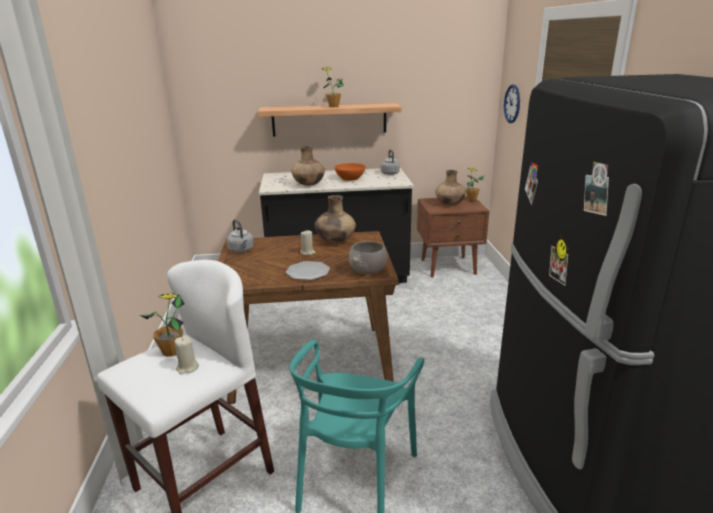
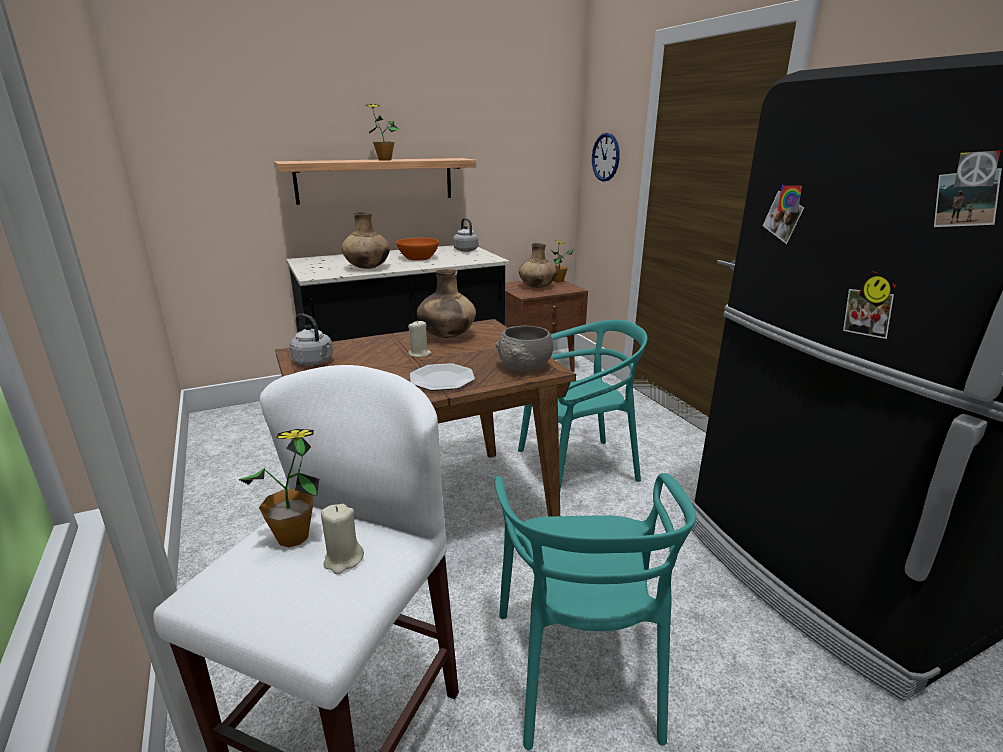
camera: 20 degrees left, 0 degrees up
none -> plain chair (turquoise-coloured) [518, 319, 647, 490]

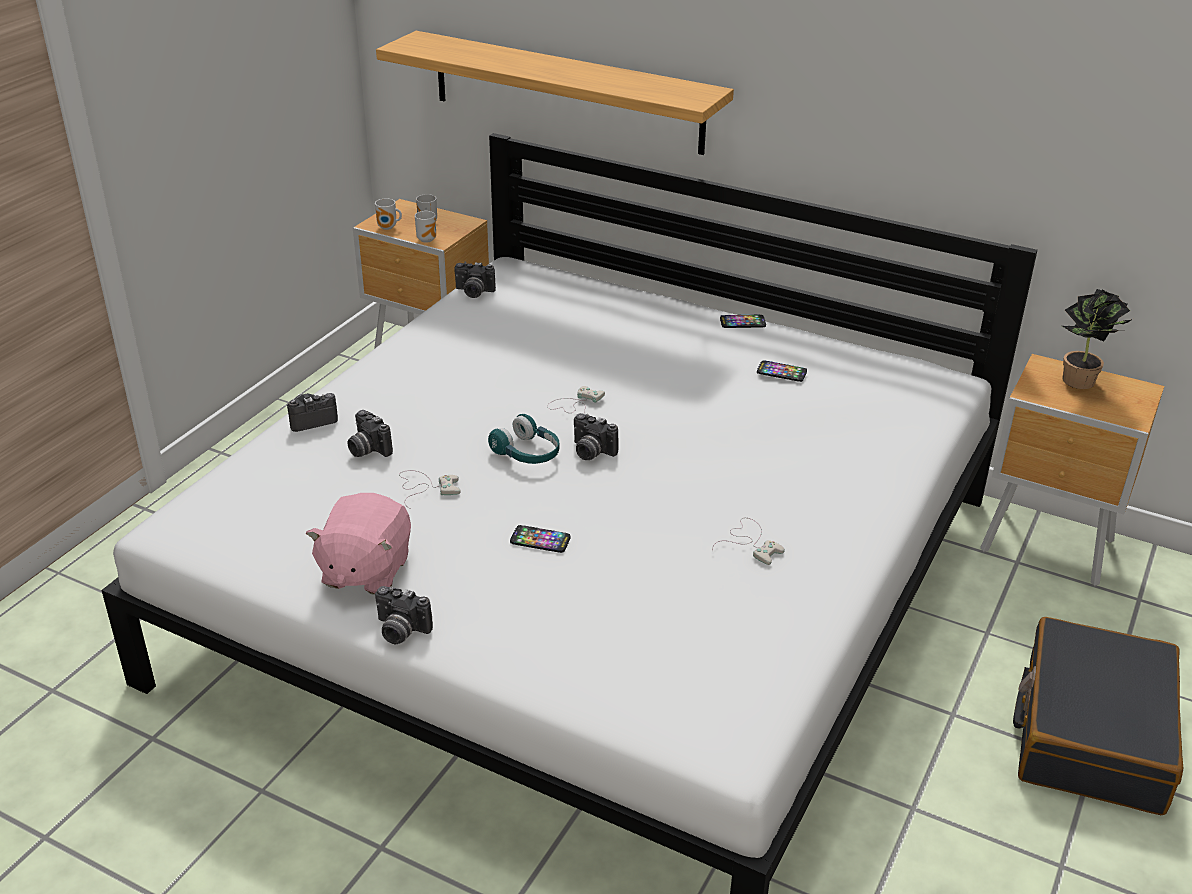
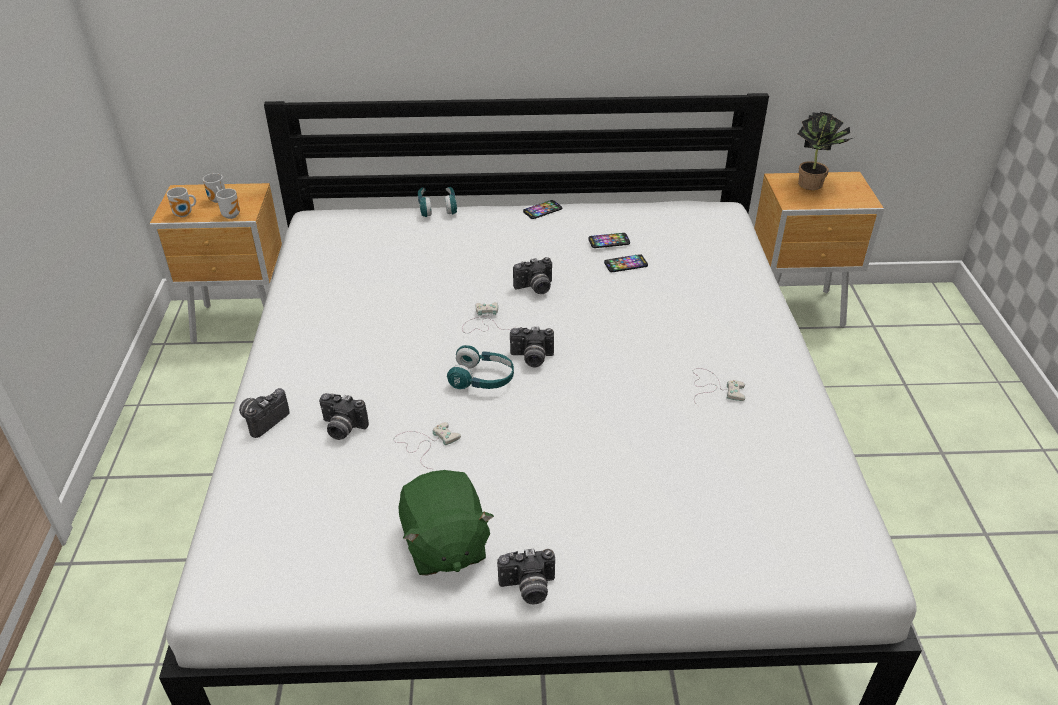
camera: 30 degrees left, 5 degrees up
soft toy (pinkish) [306, 493, 411, 595] -> soft toy (green-coloured) [398, 470, 494, 576]
none -> pair of headphones (turquoise-coloured) [418, 187, 457, 217]
still camera [454, 262, 496, 298] -> still camera [513, 257, 552, 294], relocated
phone [510, 525, 570, 553] -> phone [604, 254, 648, 272], relocated
wall shelf [376, 31, 734, 155] -> none
piece of luggage (black-coloured) [1013, 617, 1183, 815] -> none

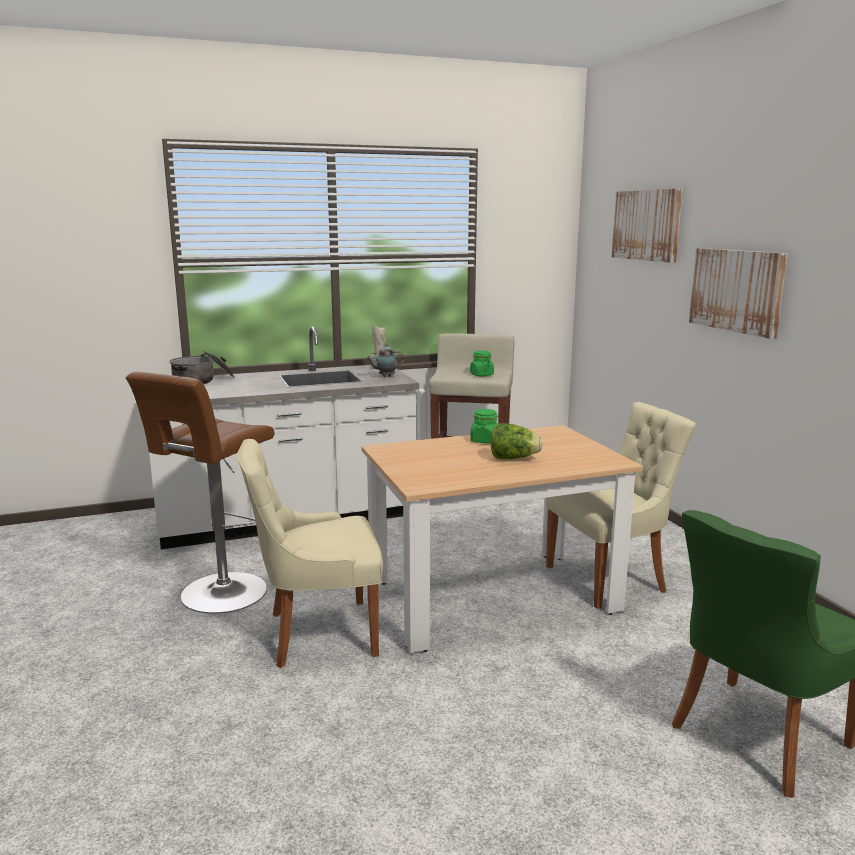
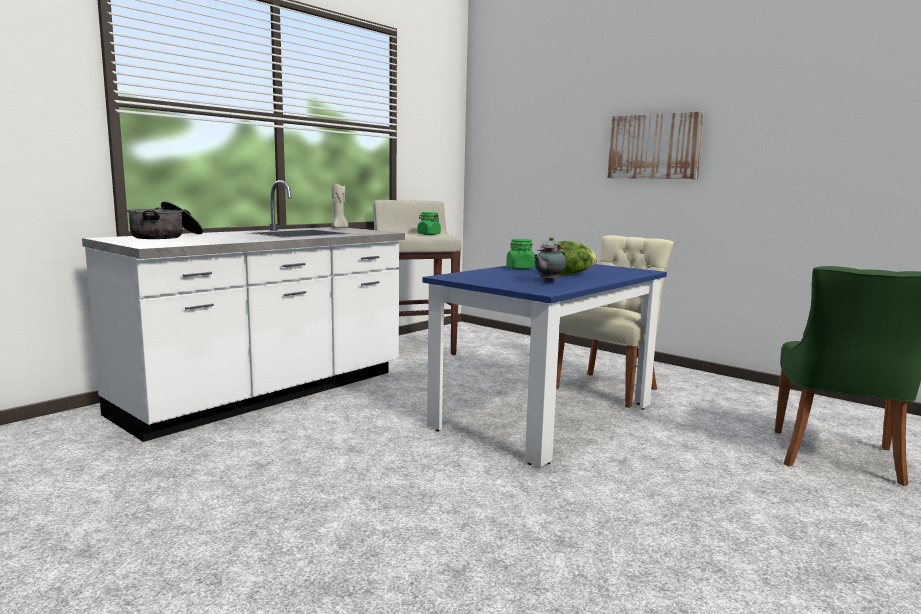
camera: 30 degrees left, 5 degrees down
dining table (beige-coloured) [361, 425, 643, 653] -> dining table (blue-coloured) [422, 264, 667, 467]
teapot [367, 344, 405, 377] -> teapot [533, 237, 566, 282], relocated
stool (brownish) [126, 372, 275, 614] -> none
plain chair (beige-coloured) [237, 439, 383, 668] -> none
picture [612, 189, 683, 263] -> none

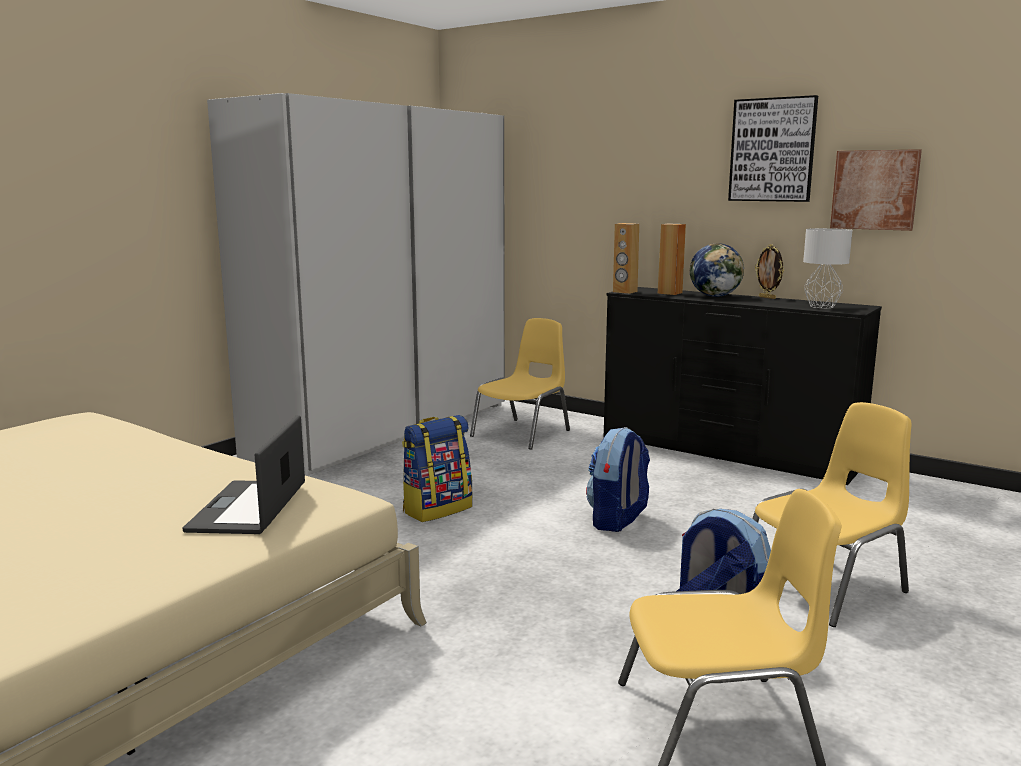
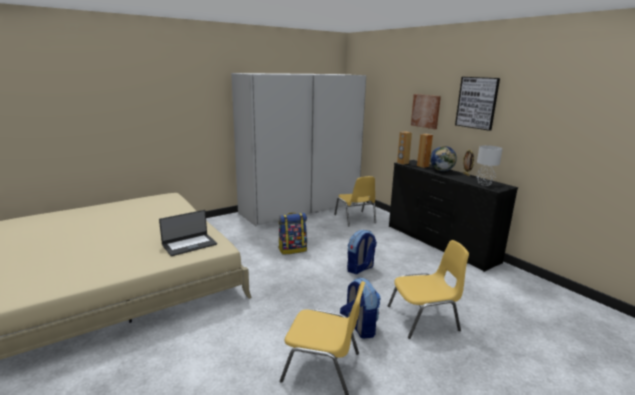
camera: 20 degrees right, 5 degrees up
laptop [182, 415, 305, 534] -> laptop [159, 210, 217, 256], 150 degrees counterclockwise
plain chair (yellow) [470, 318, 570, 450] -> plain chair (yellow) [334, 176, 376, 227], 105 degrees clockwise
picture [830, 149, 922, 231] -> picture [411, 94, 441, 129], relocated

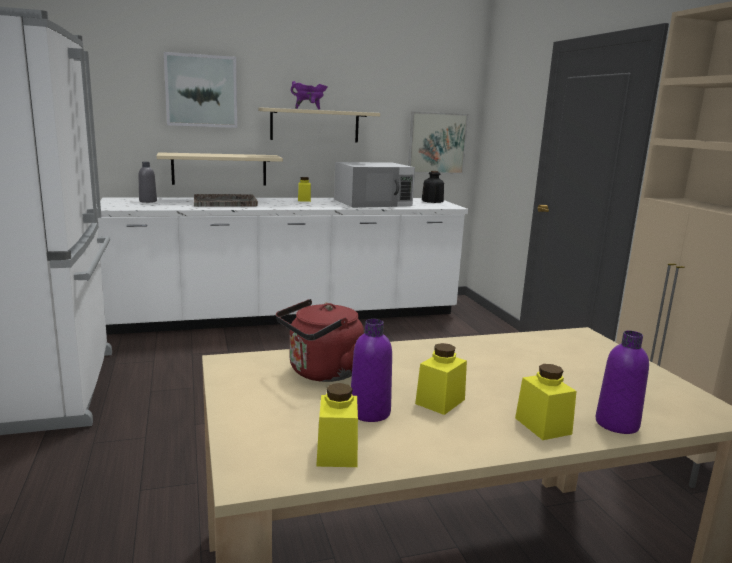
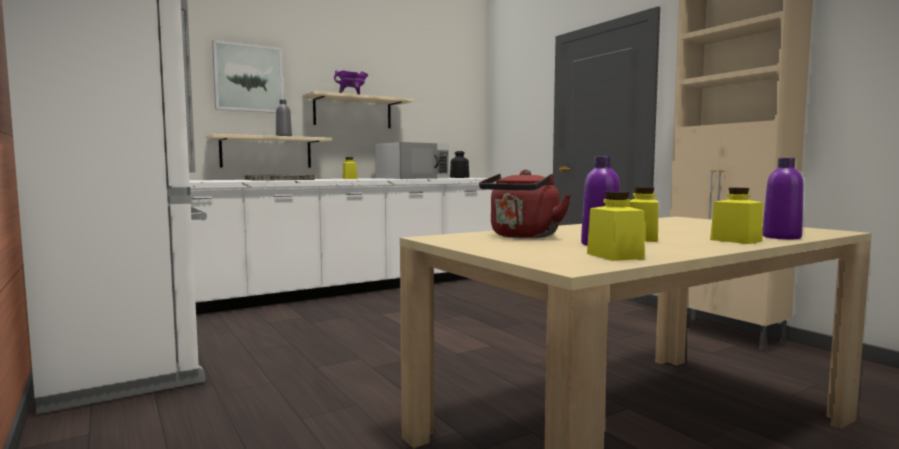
camera: 15 degrees left, 10 degrees down
beverage bottle (gray) [138, 162, 157, 203] -> beverage bottle (gray) [276, 99, 292, 136], relocated
picture [408, 111, 468, 174] -> none

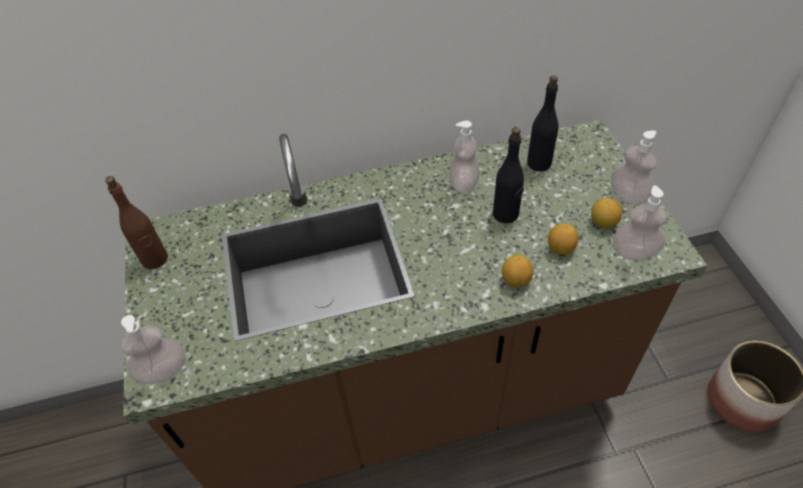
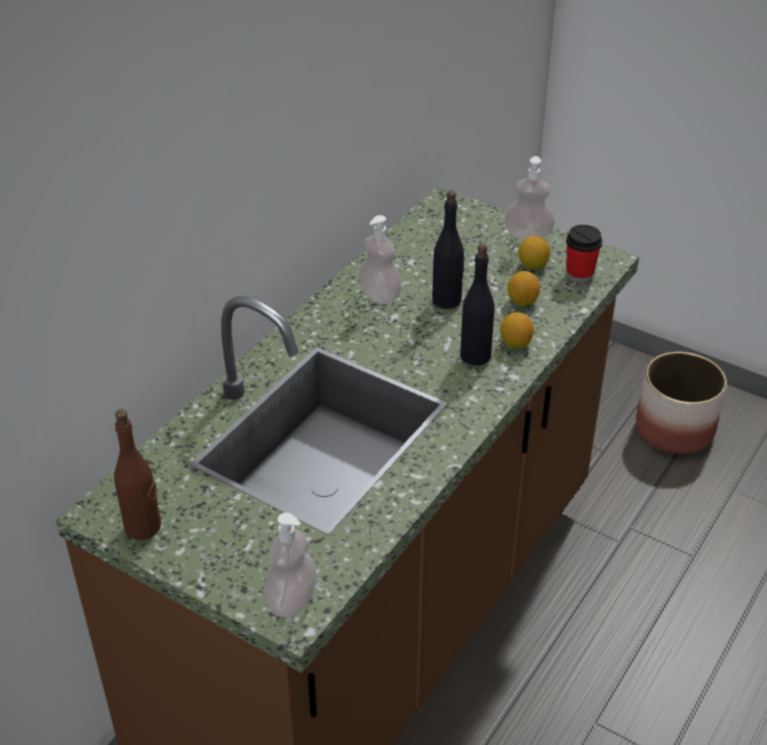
camera: 45 degrees left, 10 degrees down
beverage bottle (black-coloured) [527, 75, 559, 171] -> beverage bottle (black-coloured) [460, 244, 494, 366], relocated
soap dispenser [613, 185, 667, 261] -> cup [566, 225, 602, 283]

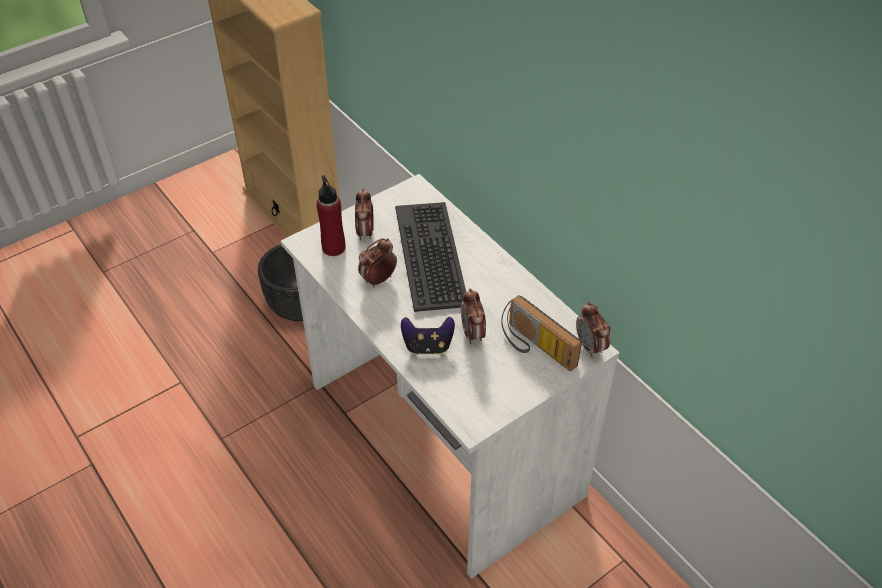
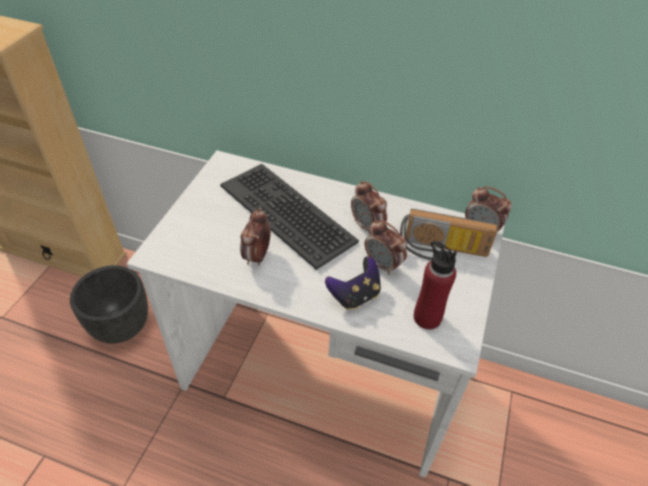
camera: 35 degrees left, 0 degrees up
bedside clock [355, 189, 374, 241] -> bedside clock [351, 181, 387, 235], relocated
beverage bottle (red-coloured) [316, 175, 345, 256] -> beverage bottle (red-coloured) [414, 241, 457, 330], relocated

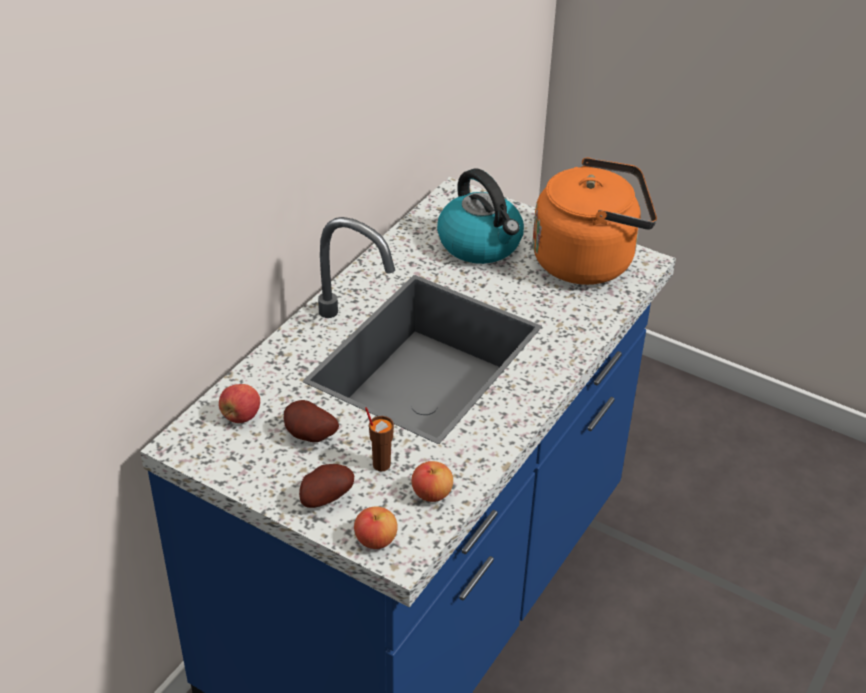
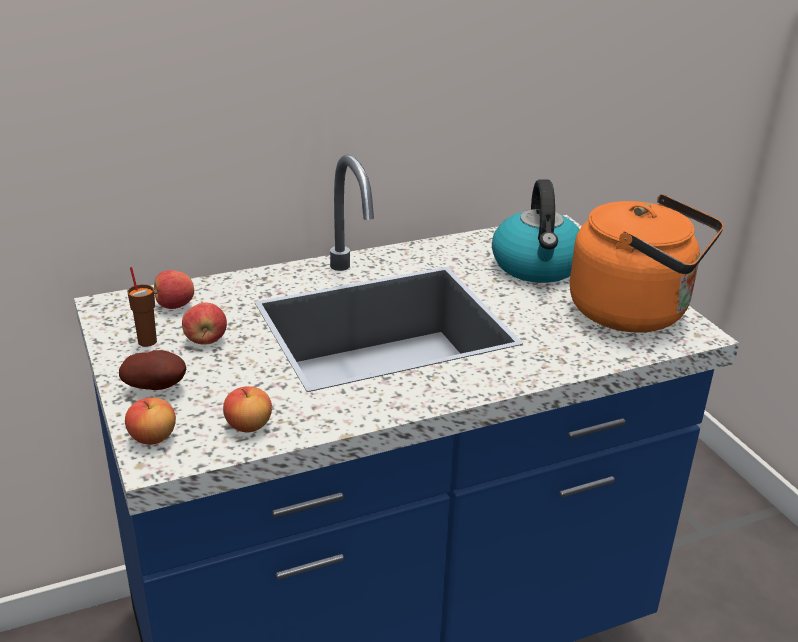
camera: 35 degrees right, 10 degrees down
cup (brownish) [365, 407, 394, 471] -> cup (brownish) [127, 267, 157, 347], relocated
whole potato [284, 400, 339, 442] -> whole apple [182, 303, 227, 345]

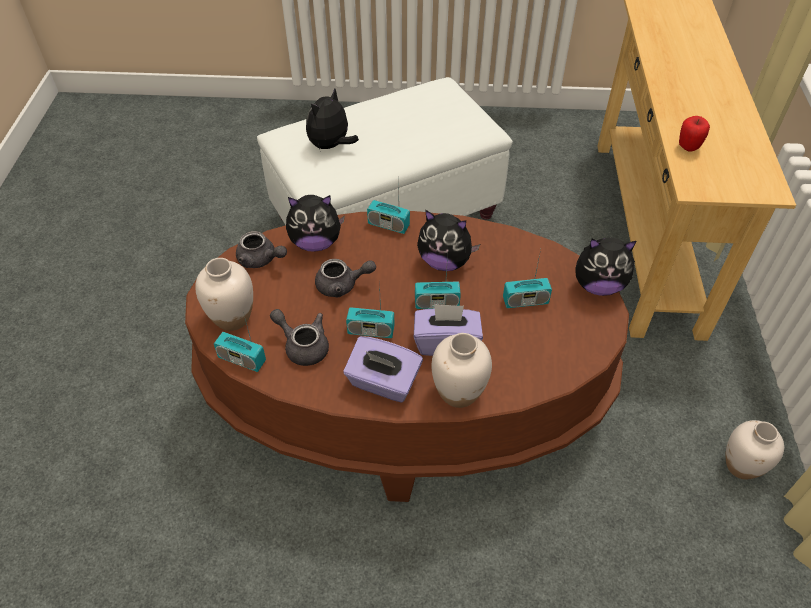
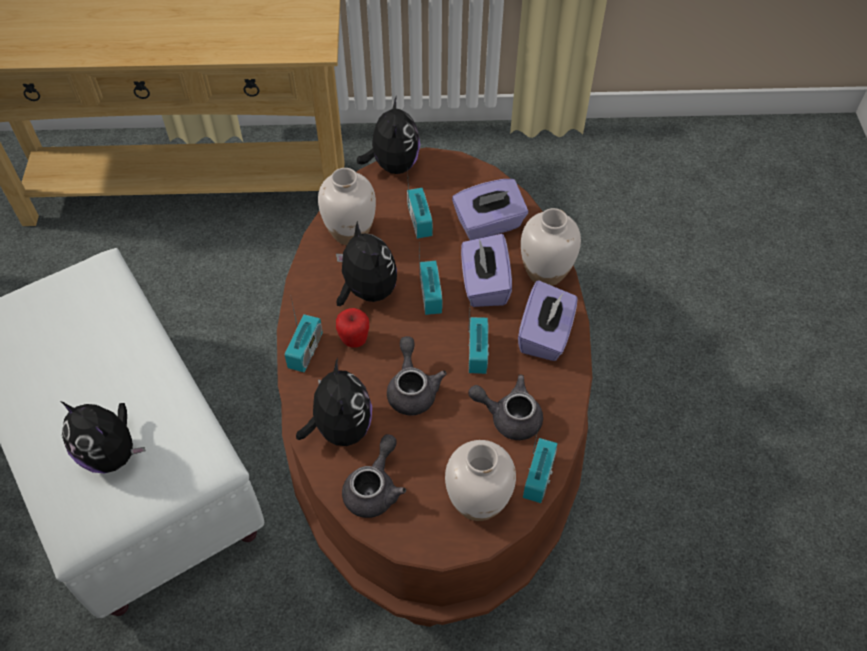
camera: 95 degrees left, 5 degrees up
flower vase (white-coloured) [725, 420, 784, 480] -> flower vase (white-coloured) [318, 168, 376, 245], relocated
soft toy [417, 210, 480, 271] -> soft toy [336, 221, 397, 306], 45 degrees counterclockwise
whole apple [679, 116, 710, 152] -> whole apple [336, 308, 369, 348], relocated
none -> tissue box (purple-coloured) [452, 179, 528, 240]
teapot (gray) [270, 309, 329, 366] -> teapot (gray) [468, 375, 543, 440], 75 degrees clockwise

